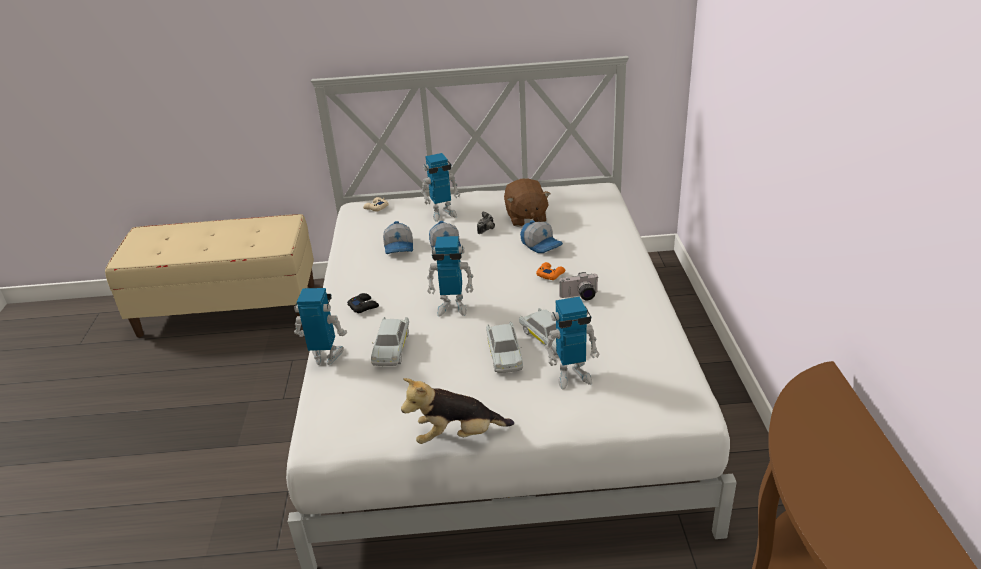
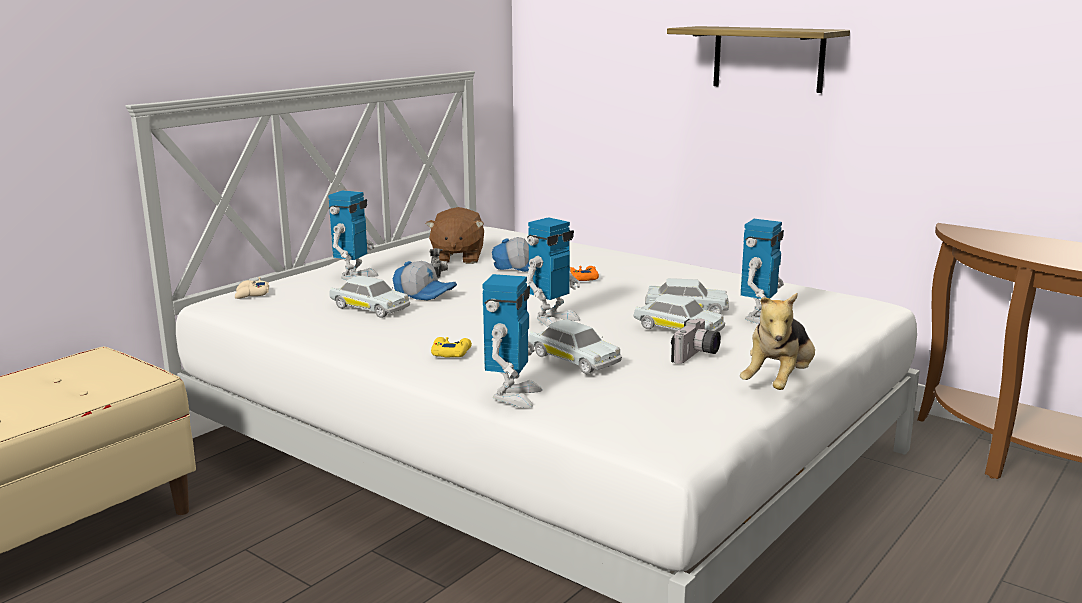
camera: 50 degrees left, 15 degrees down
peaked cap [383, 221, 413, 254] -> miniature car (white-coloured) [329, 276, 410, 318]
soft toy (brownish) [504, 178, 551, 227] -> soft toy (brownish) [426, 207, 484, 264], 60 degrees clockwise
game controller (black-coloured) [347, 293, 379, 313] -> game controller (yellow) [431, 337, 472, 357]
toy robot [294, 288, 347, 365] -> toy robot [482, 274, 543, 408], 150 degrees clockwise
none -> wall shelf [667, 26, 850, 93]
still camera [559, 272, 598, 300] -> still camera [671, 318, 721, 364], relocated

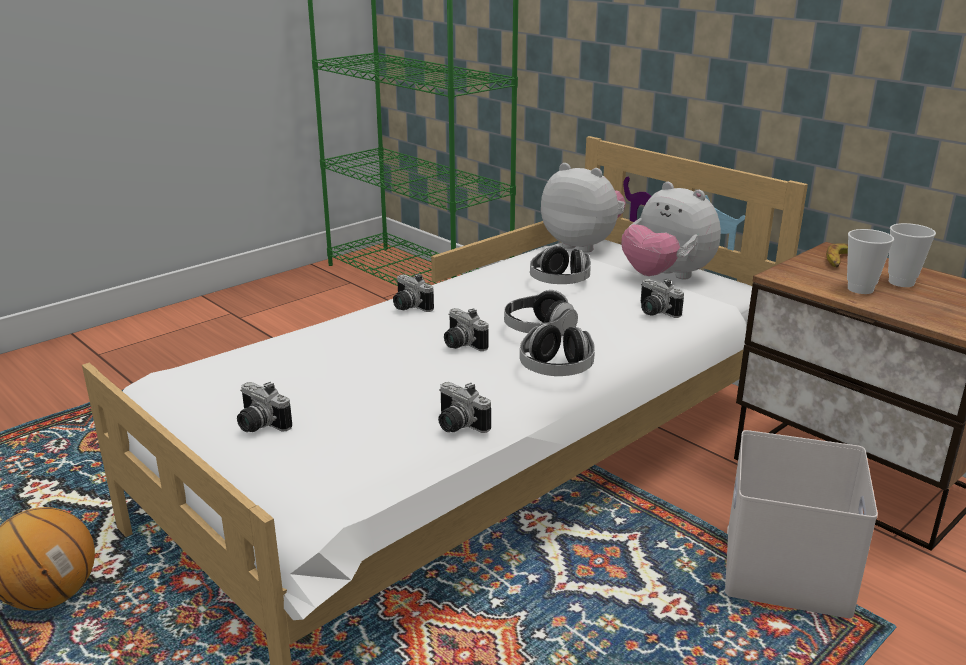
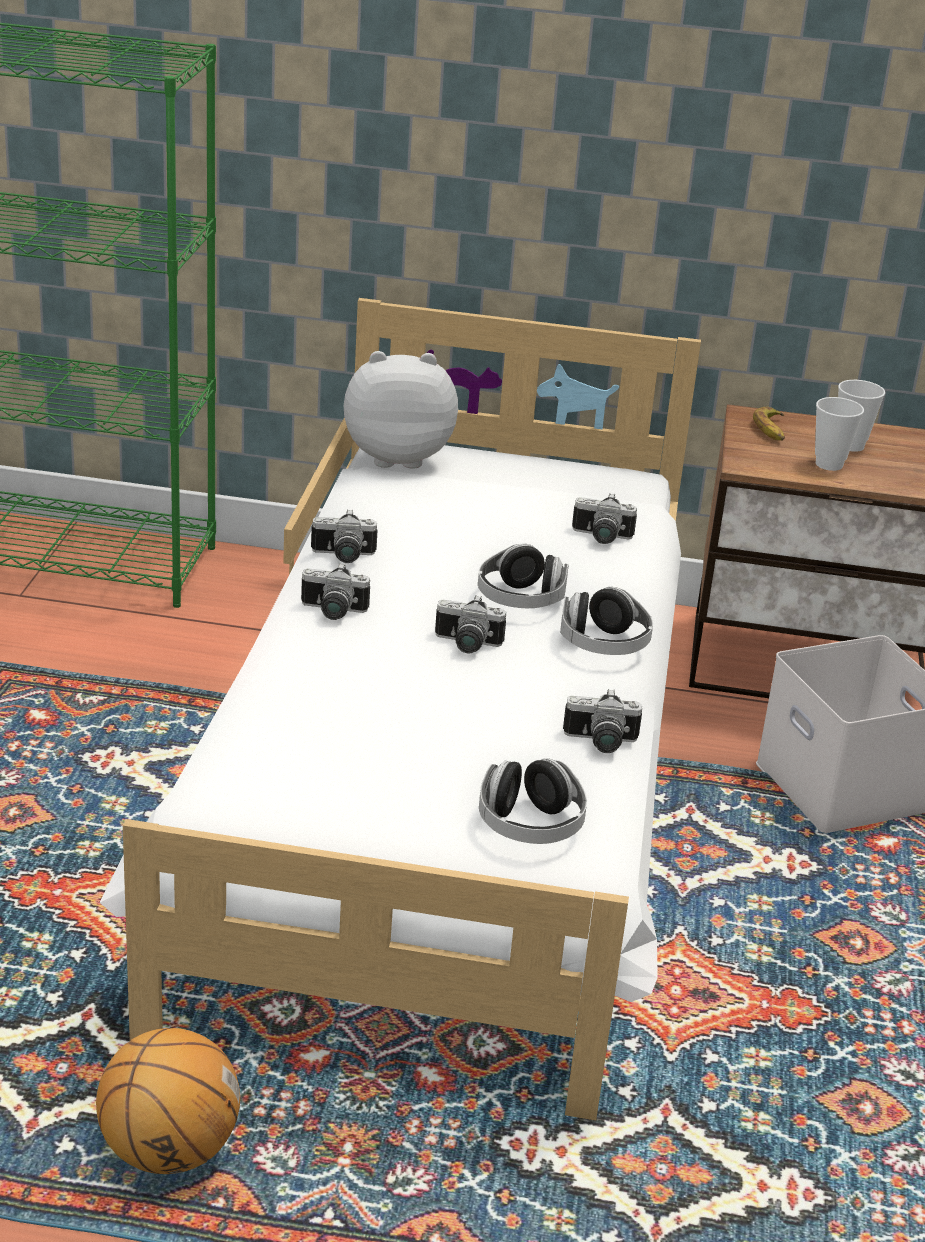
camera: 40 degrees left, 5 degrees up
still camera [237, 382, 292, 432] -> still camera [311, 509, 378, 563], relocated
pair of headphones [530, 246, 591, 284] -> pair of headphones [479, 758, 587, 844], relocated
soft toy [621, 182, 721, 279] -> none

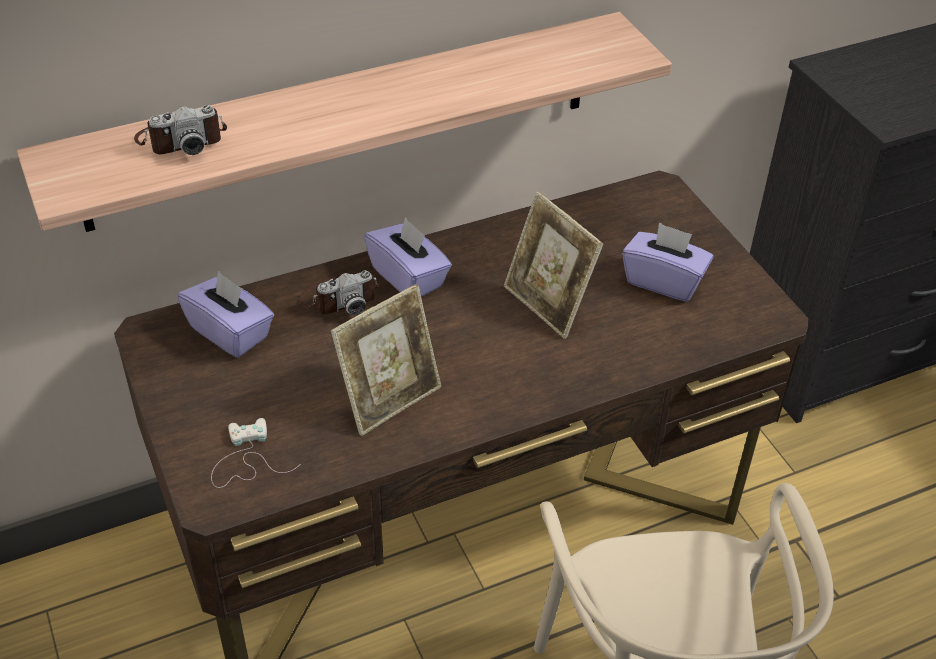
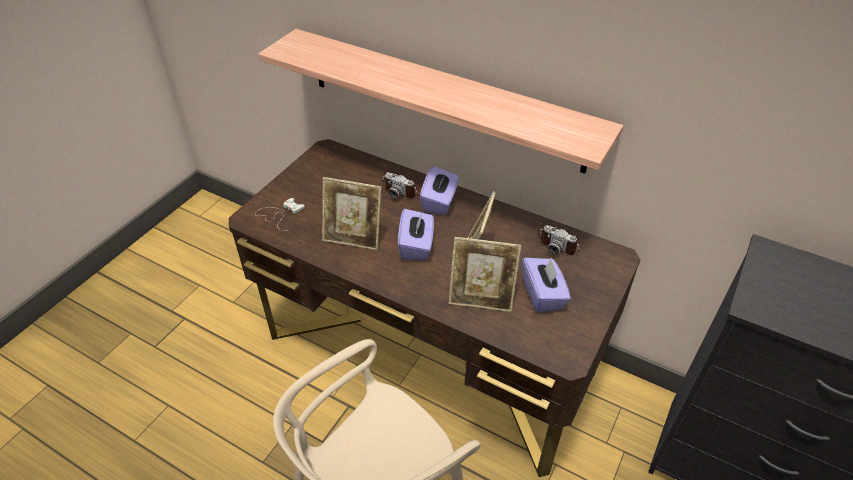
camera: 55 degrees right, 0 degrees up
tissue box (purple-coloured) [177, 271, 274, 358] -> tissue box (purple-coloured) [398, 209, 434, 260], relocated
none -> standing frame [449, 237, 521, 312]
still camera [134, 105, 227, 155] -> still camera [538, 225, 580, 255], relocated

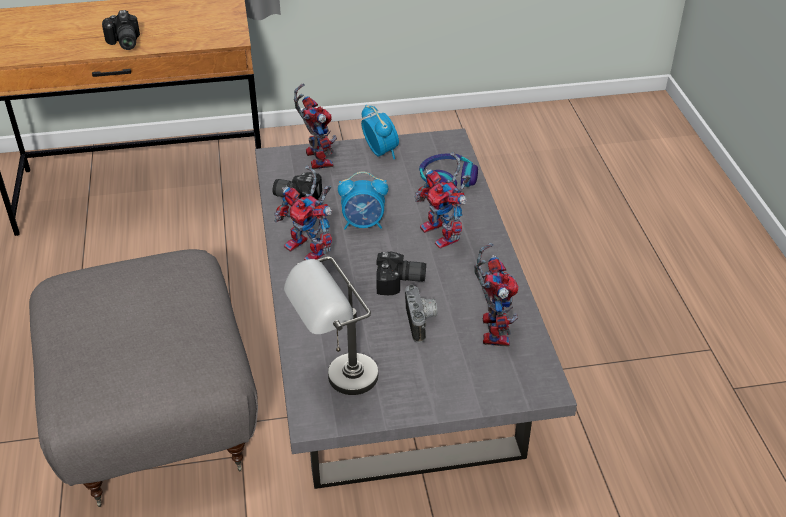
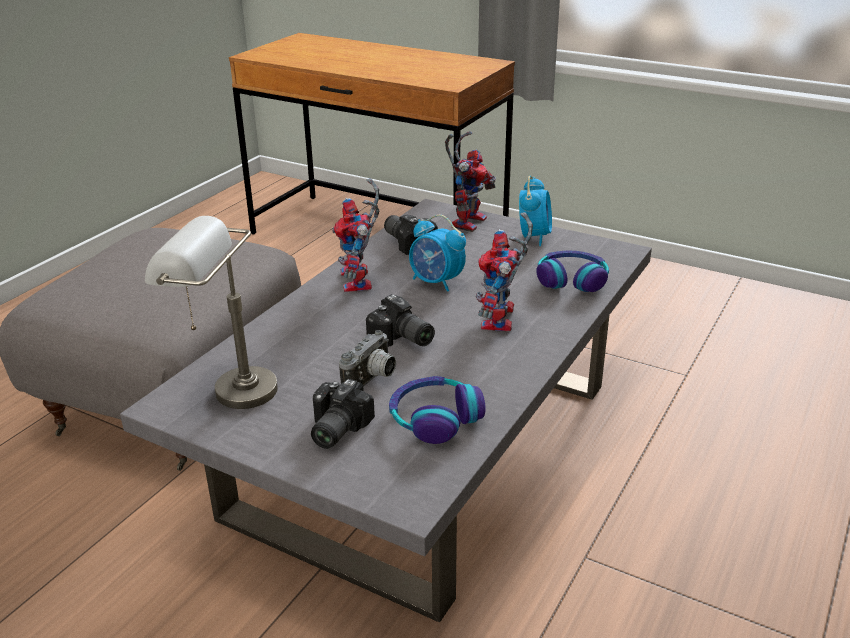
camera: 40 degrees right, 10 degrees down
still camera [102, 10, 140, 50] -> still camera [311, 379, 375, 449], relocated
toy robot [474, 243, 519, 347] -> pair of headphones [389, 376, 485, 444]

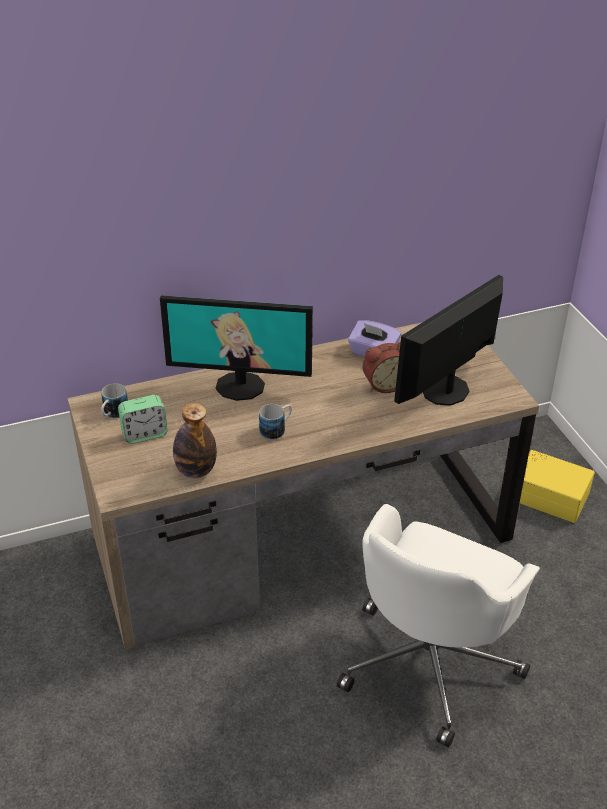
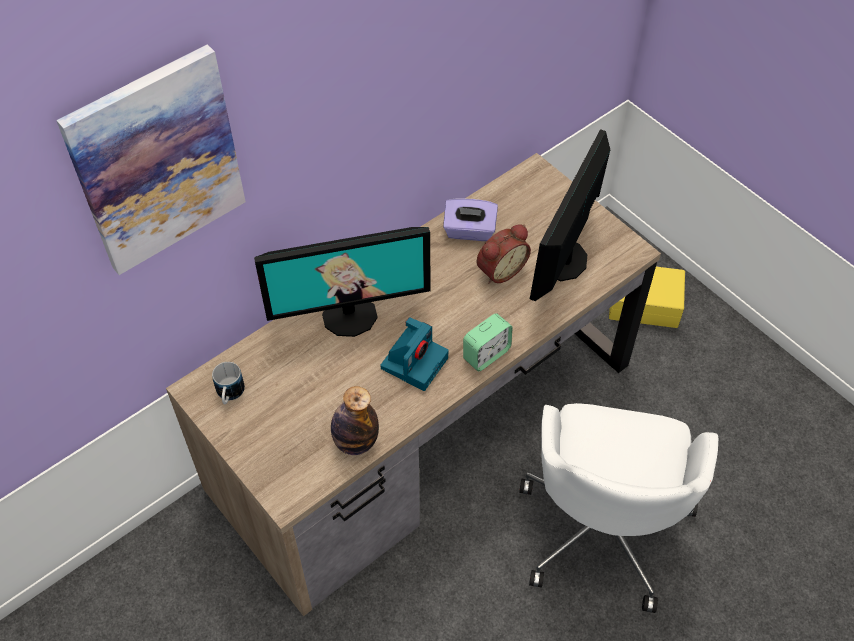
camera: 20 degrees left, 15 degrees up
none -> picture [56, 44, 246, 275]
tea mug [259, 404, 292, 440] -> still camera [380, 317, 449, 391]
bedside clock [118, 395, 168, 444] -> bedside clock [463, 313, 513, 371], relocated

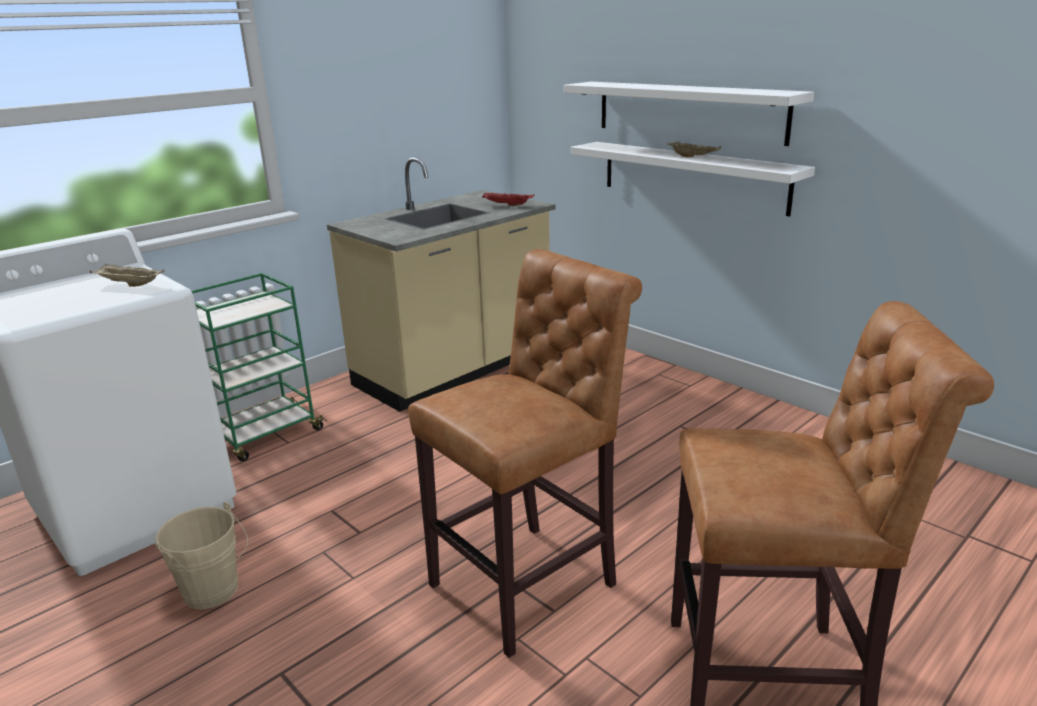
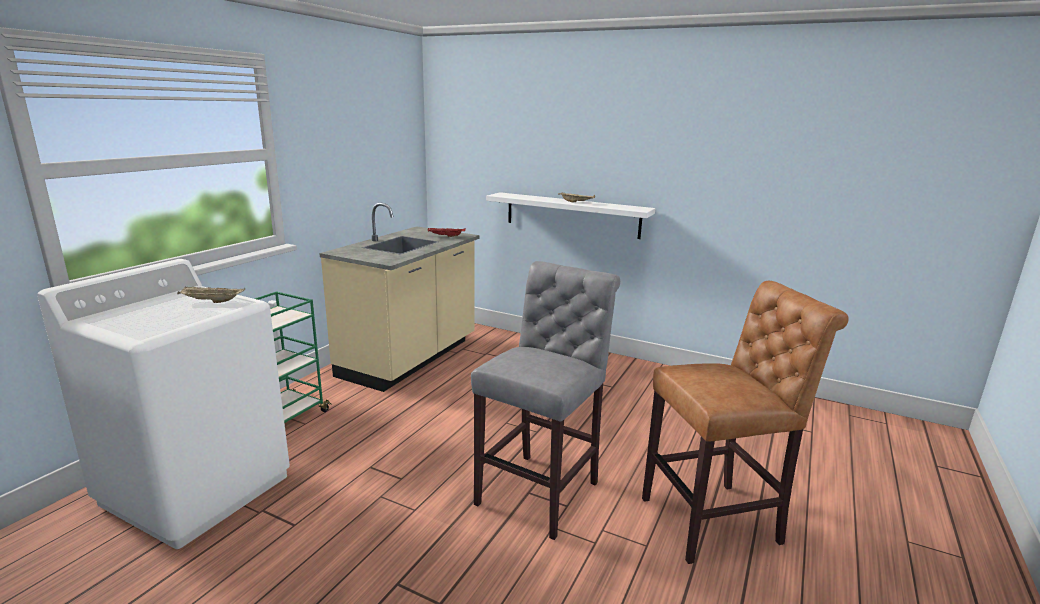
camera: 20 degrees left, 5 degrees down
stool (brownish) [408, 249, 642, 658] -> stool (gray) [471, 261, 620, 540]
water bucket (beige-coloured) [155, 502, 248, 609] -> none
wall shelf (white-coloured) [564, 82, 814, 146] -> none

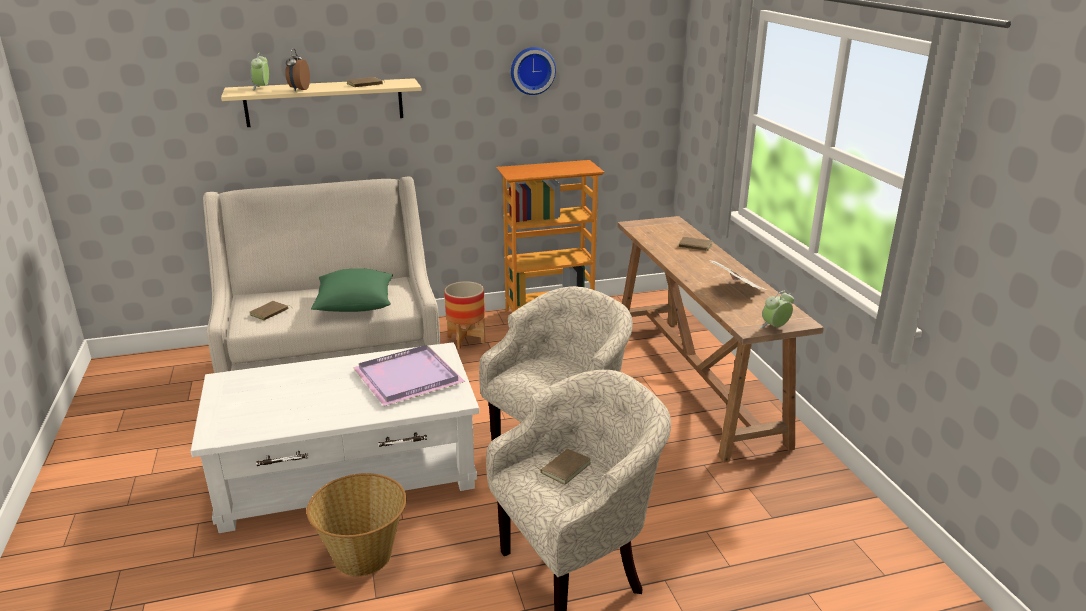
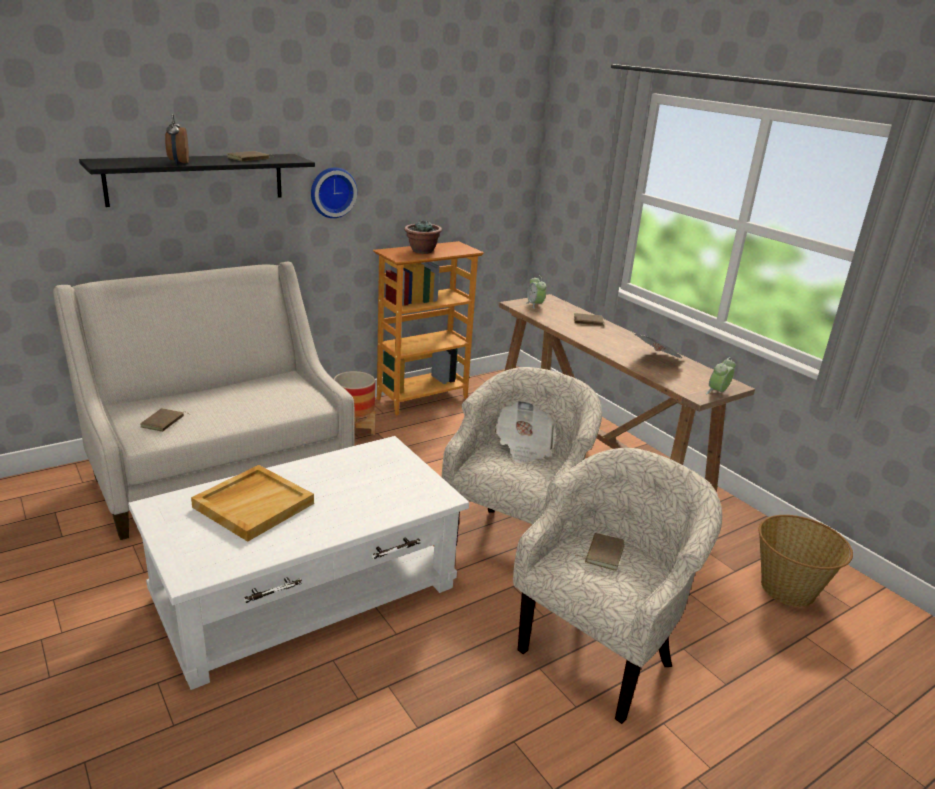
camera: 20 degrees left, 0 degrees up
wall shelf (beige-coloured) [221, 78, 422, 127] -> wall shelf (black-coloured) [79, 154, 315, 207]
none -> serving tray (beige-coloured) [191, 465, 314, 542]
clock on the wall [511, 47, 556, 95] -> clock on the wall [311, 167, 357, 218], relocated
none -> potted plant [404, 220, 442, 254]
none -> daily paper [495, 400, 556, 464]
bedside clock [251, 53, 269, 91] -> bedside clock [526, 276, 547, 309], relocated
basket [307, 473, 406, 576] -> basket [759, 515, 853, 607], relocated
cushion (green-coloured) [311, 268, 393, 312] -> none
serving tray (purple-coloured) [353, 345, 465, 406] -> none

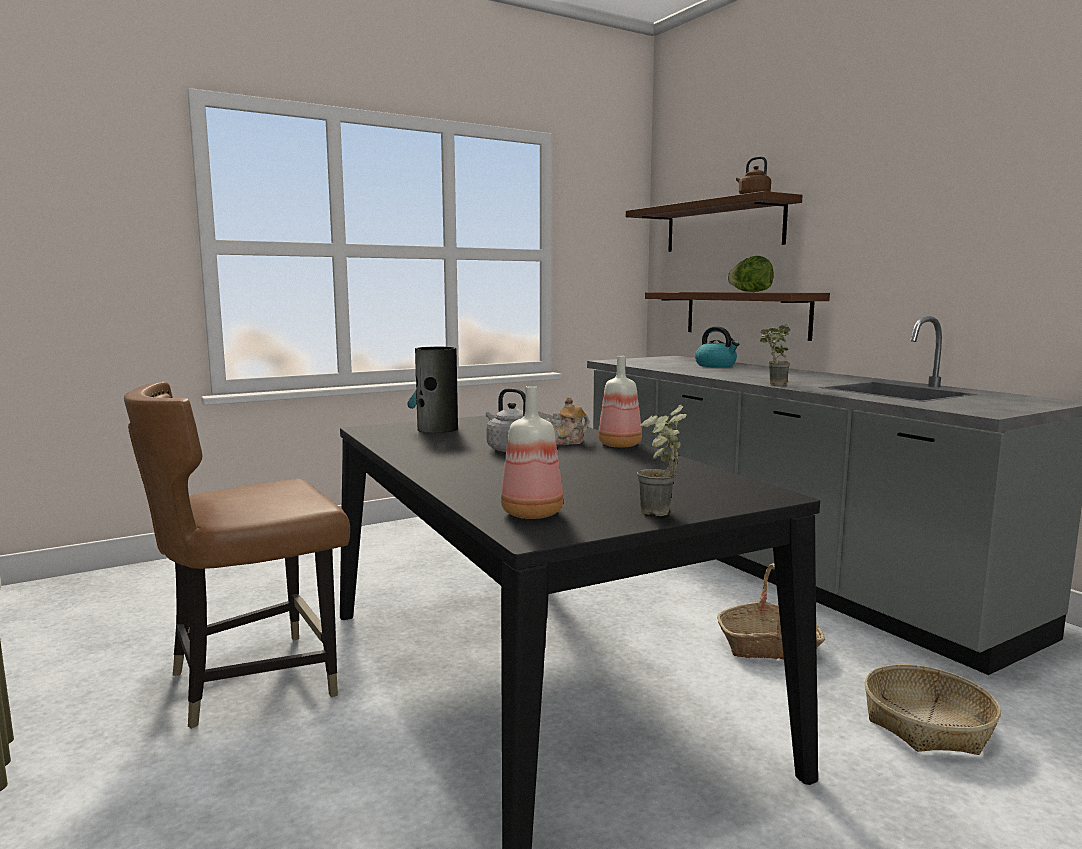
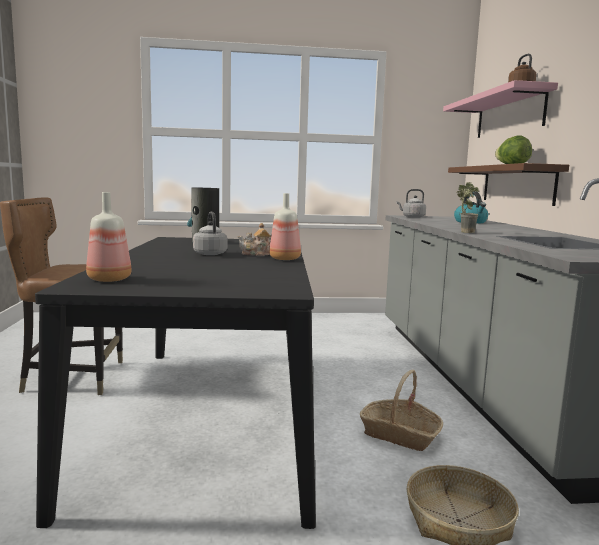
camera: 25 degrees right, 0 degrees up
none -> water kettle (gray) [397, 189, 426, 218]
wall shelf (brownish) [626, 191, 803, 252] -> wall shelf (pinkish) [443, 80, 558, 138]
potted plant [637, 405, 687, 516] -> none

